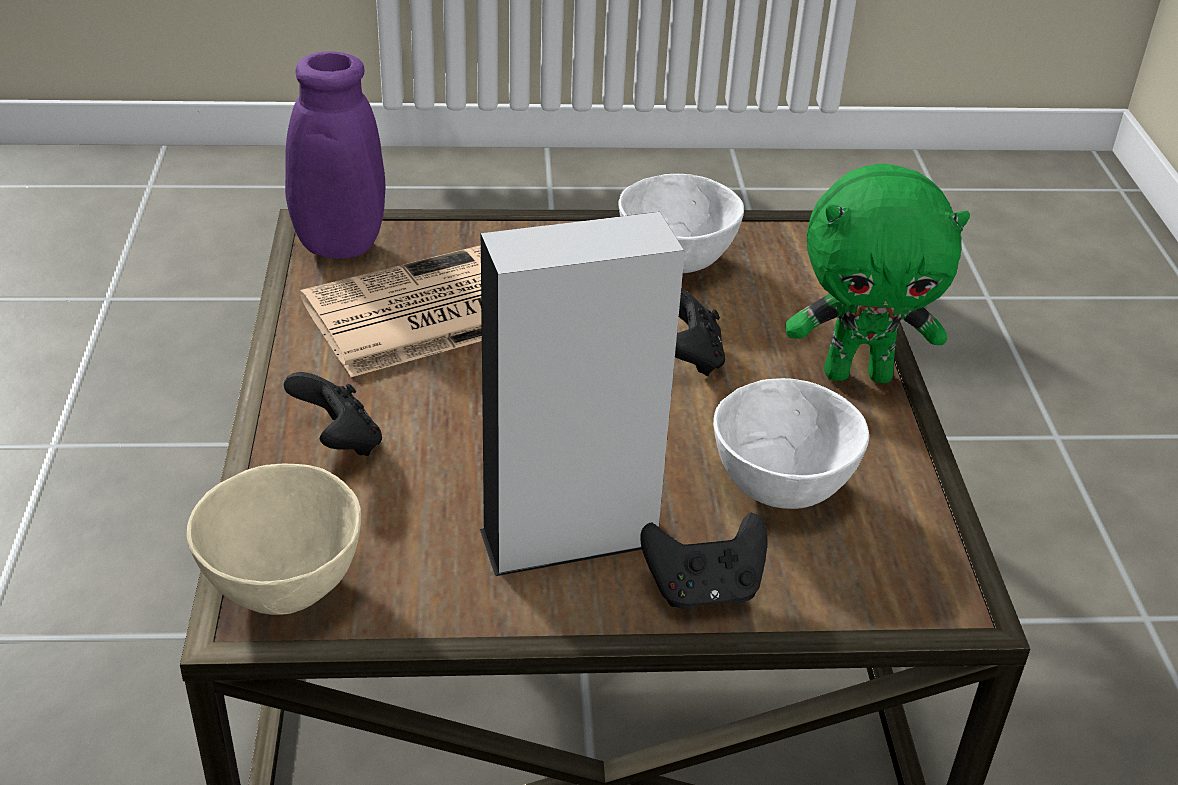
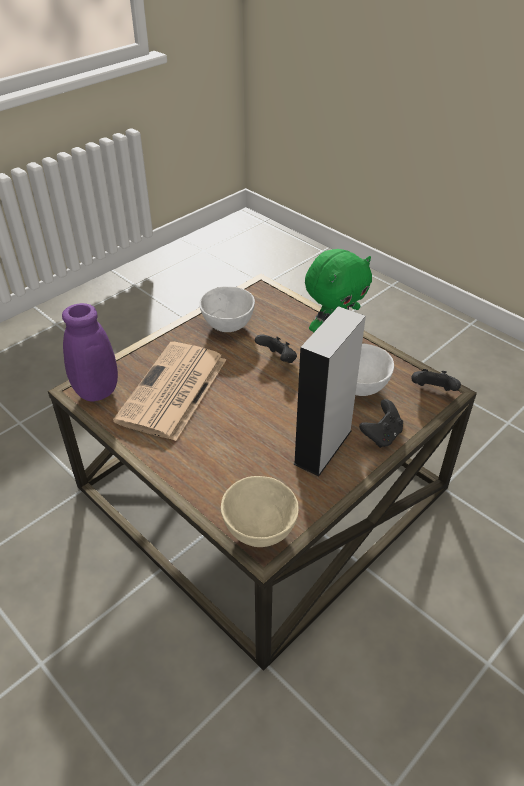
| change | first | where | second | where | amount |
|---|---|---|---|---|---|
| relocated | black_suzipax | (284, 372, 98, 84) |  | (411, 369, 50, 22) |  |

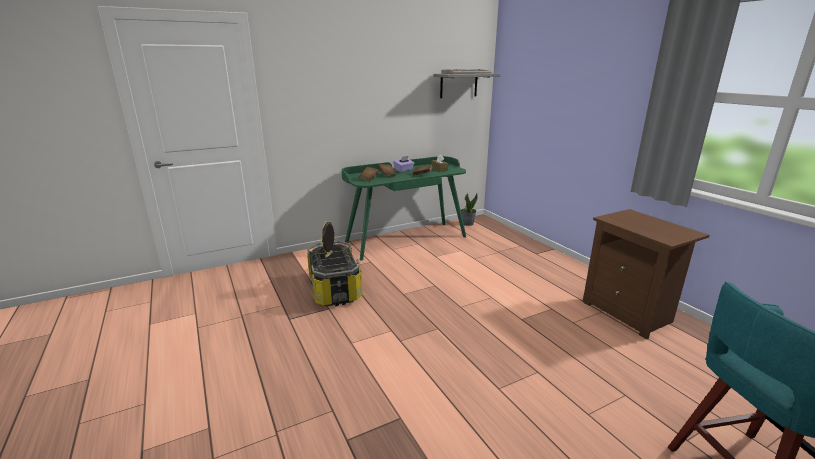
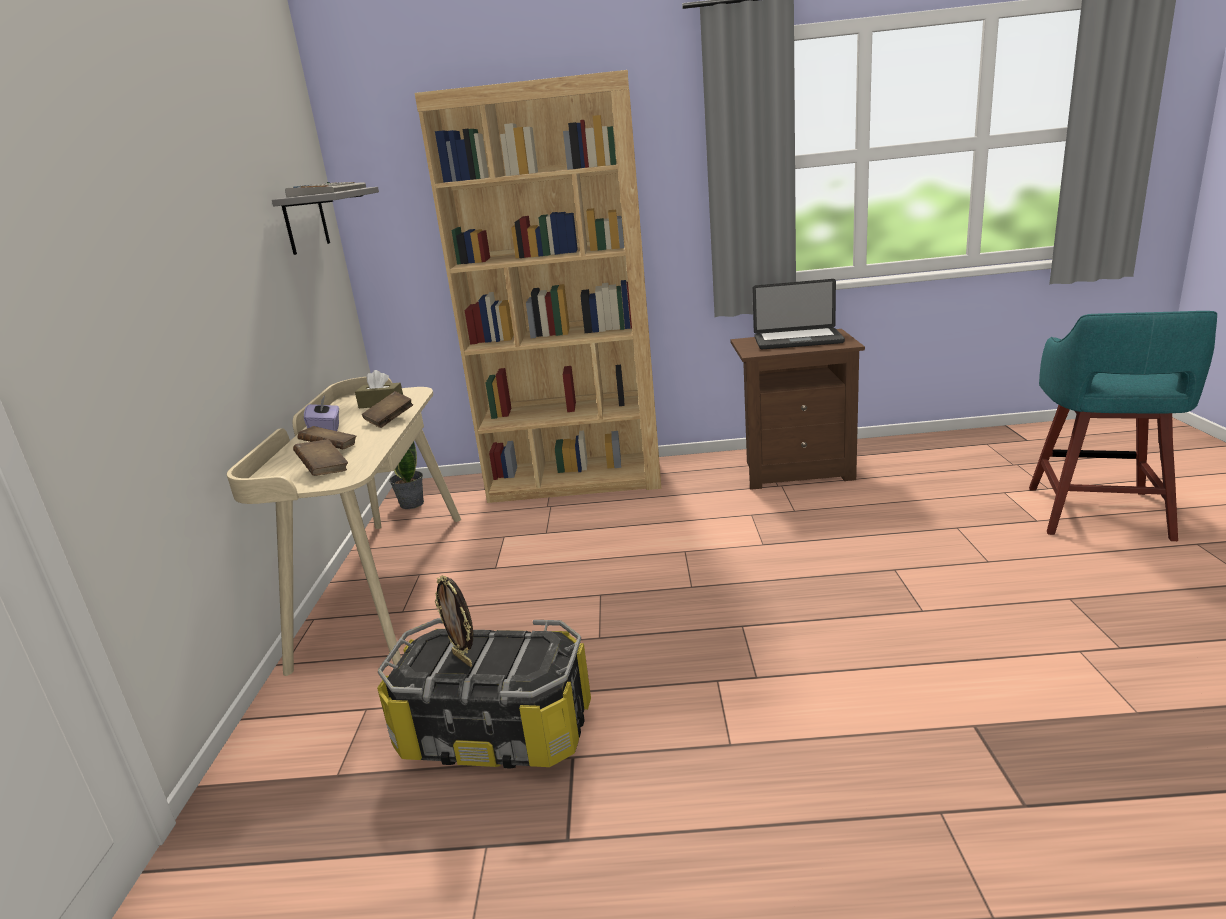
| change | first | where | second | where | amount |
|---|---|---|---|---|---|
| colour | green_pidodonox | (342, 156, 124, 105) | beige_pidodonox | (227, 377, 234, 299) |  |
| appeared |  |  | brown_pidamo | (415, 70, 247, 433) |  |
| appeared |  |  | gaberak | (752, 279, 93, 70) |  |

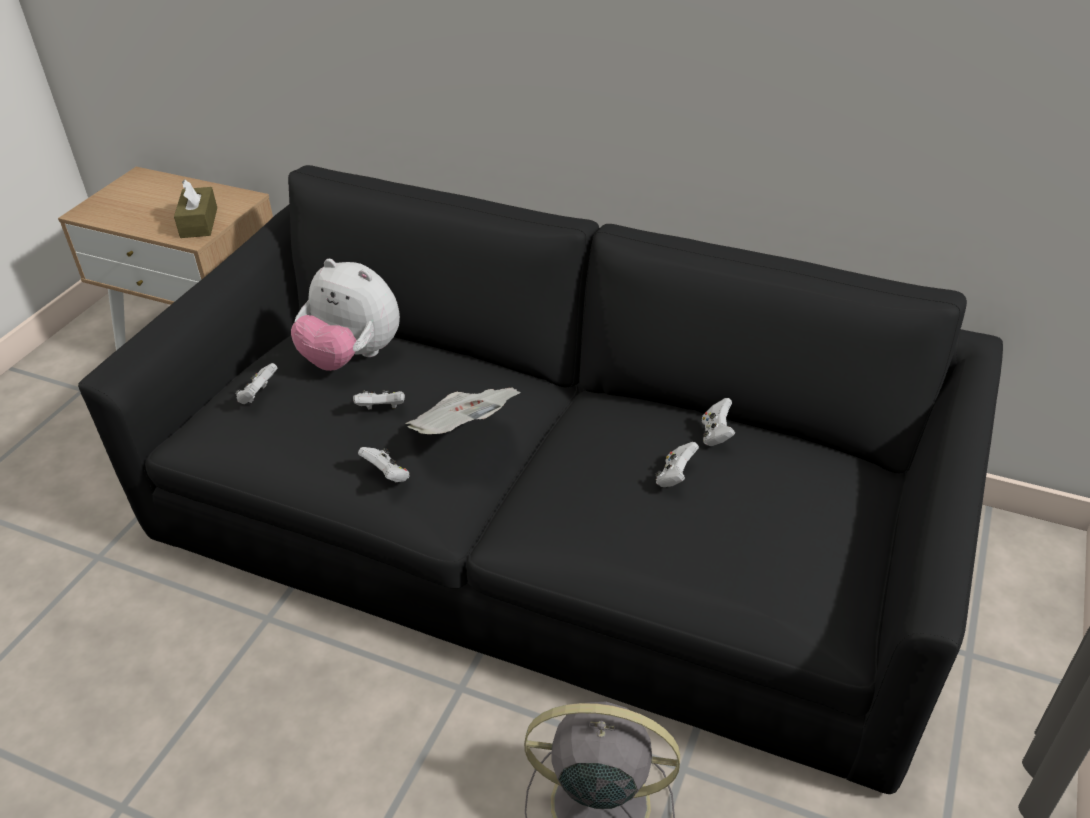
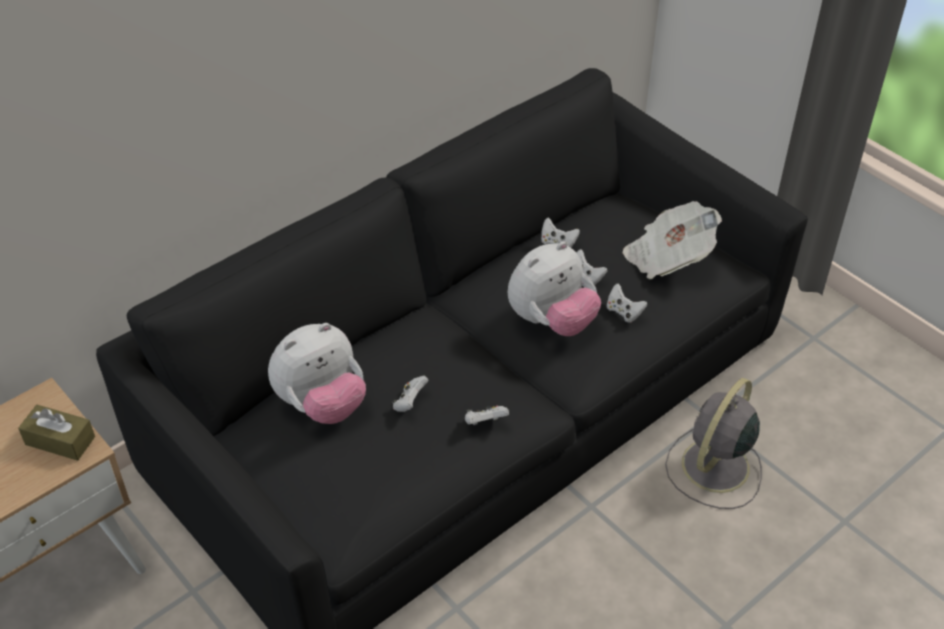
| change | first | where | second | where | amount |
|---|---|---|---|---|---|
| appeared |  |  | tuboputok | (508, 242, 93, 94) |  |
| relocated | white_suzipax | (235, 363, 43, 41) |  | (607, 284, 40, 39) |  |
| relocated | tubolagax | (405, 387, 115, 47) |  | (622, 201, 100, 78) |  |

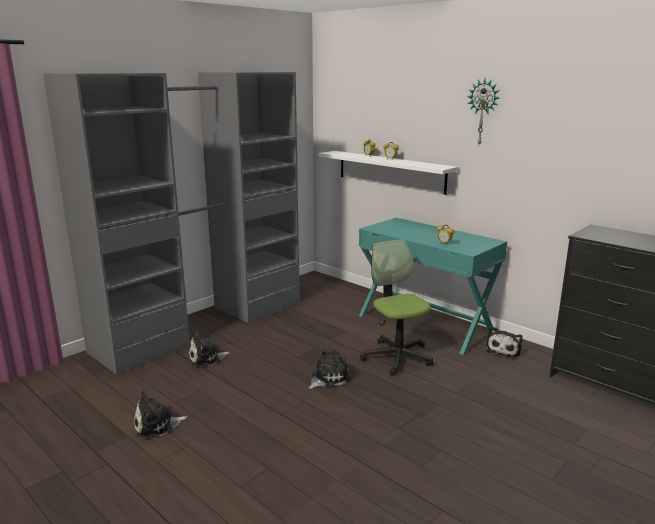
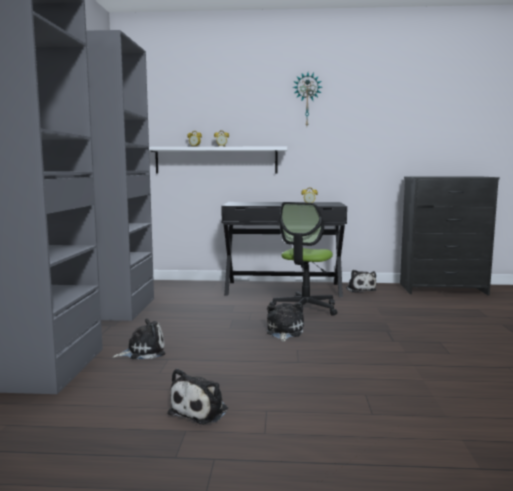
| change | first | where | second | where | amount |
|---|---|---|---|---|---|
| spun | tuboputok | (188, 330, 42, 37) |  | (112, 319, 53, 40) | 135 degrees counterclockwise |
| colour | turquoise_pidodonox | (359, 218, 148, 137) | black_pidodonox | (221, 202, 126, 95) |  |
| spun | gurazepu | (360, 239, 73, 137) |  | (269, 202, 68, 114) | 90 degrees counterclockwise |

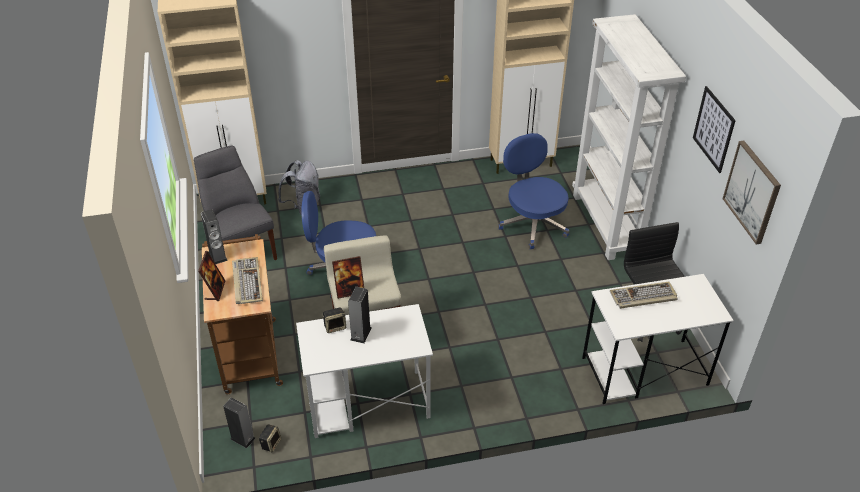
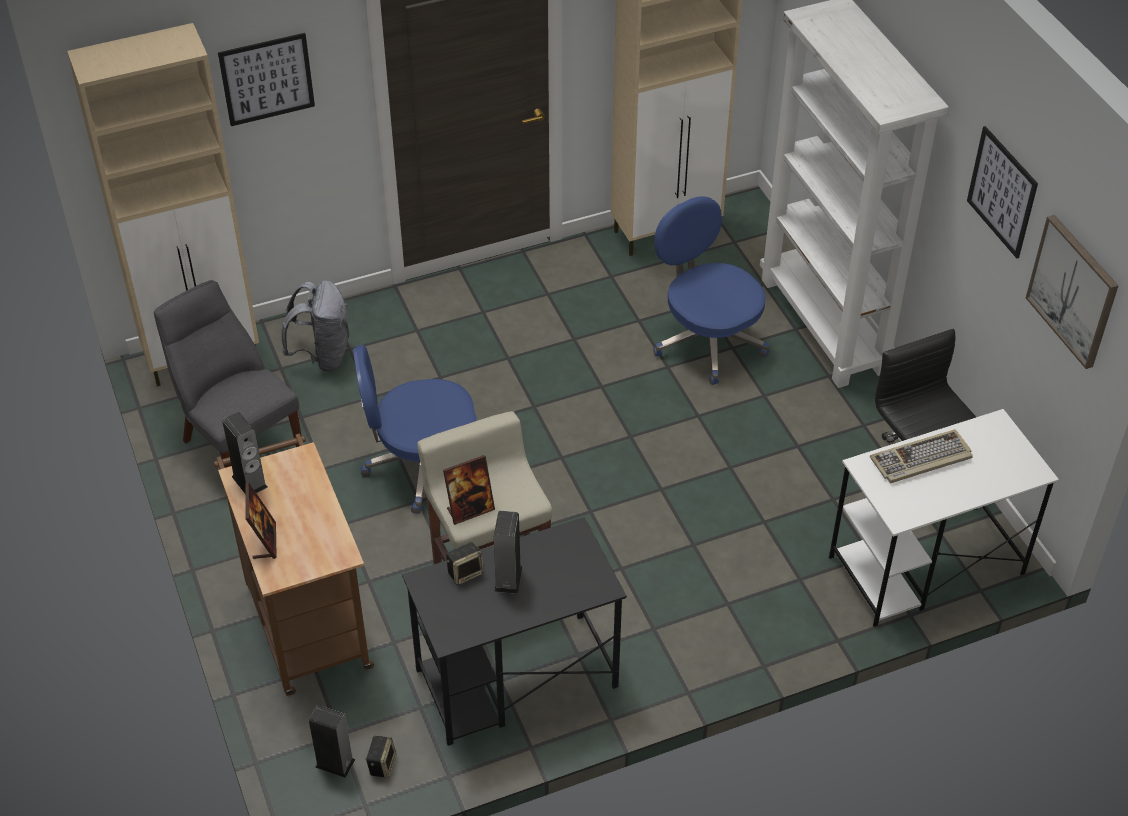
| change | first | where | second | where | amount |
|---|---|---|---|---|---|
| appeared |  |  | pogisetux | (218, 33, 97, 93) |  |
| colour | white_pidodonox | (296, 304, 137, 134) | black_pidodonox | (402, 517, 225, 229) |  |
| missing | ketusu | (232, 257, 31, 47) |  |  |  |

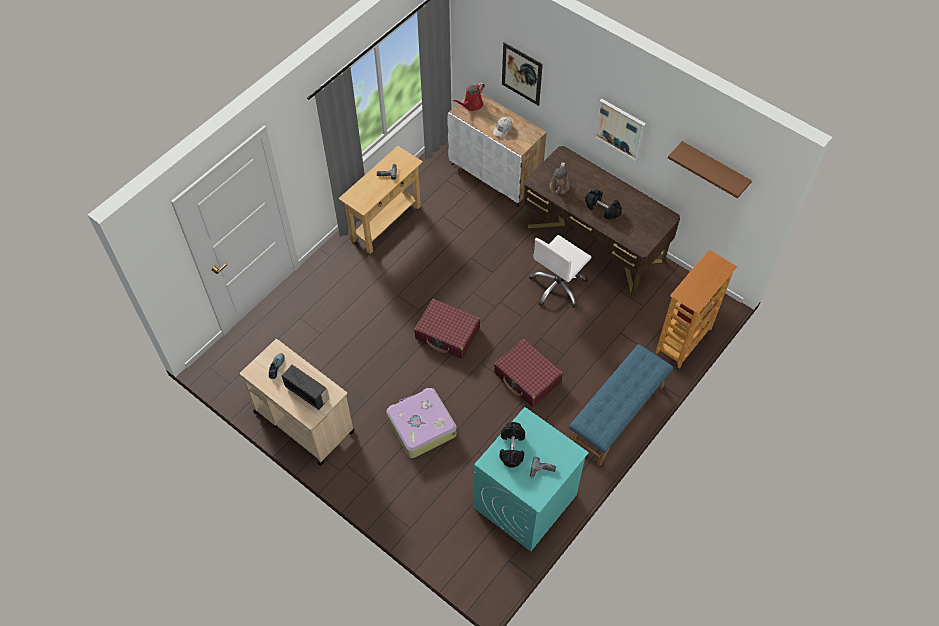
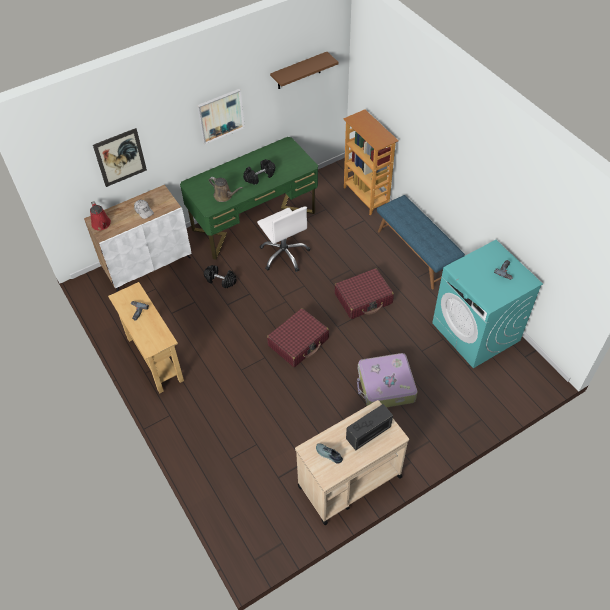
| change | first | where | second | where | amount |
|---|---|---|---|---|---|
| colour | brown_pidodonox | (523, 146, 157, 151) | green_pidodonox | (180, 137, 138, 123) |  |
| relocated | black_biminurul | (500, 422, 25, 46) |  | (204, 265, 33, 23) |  |

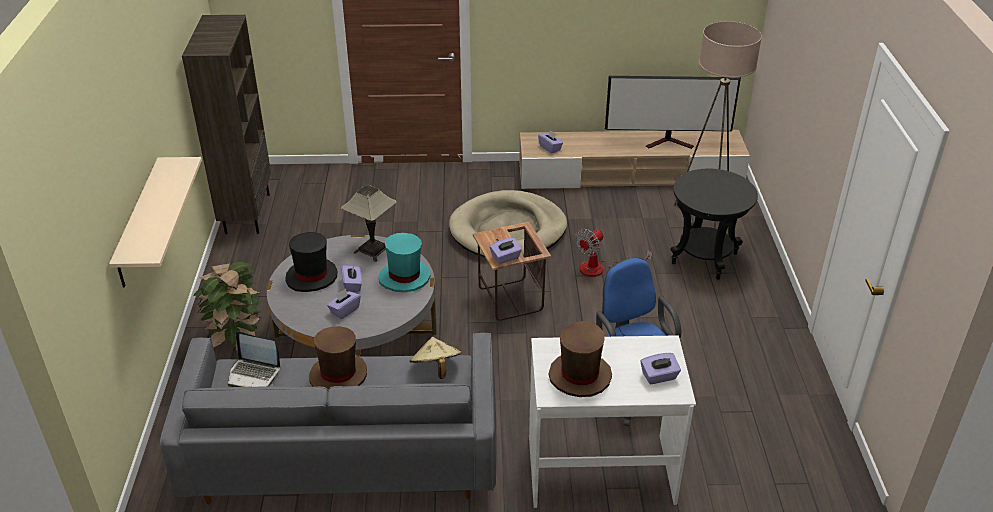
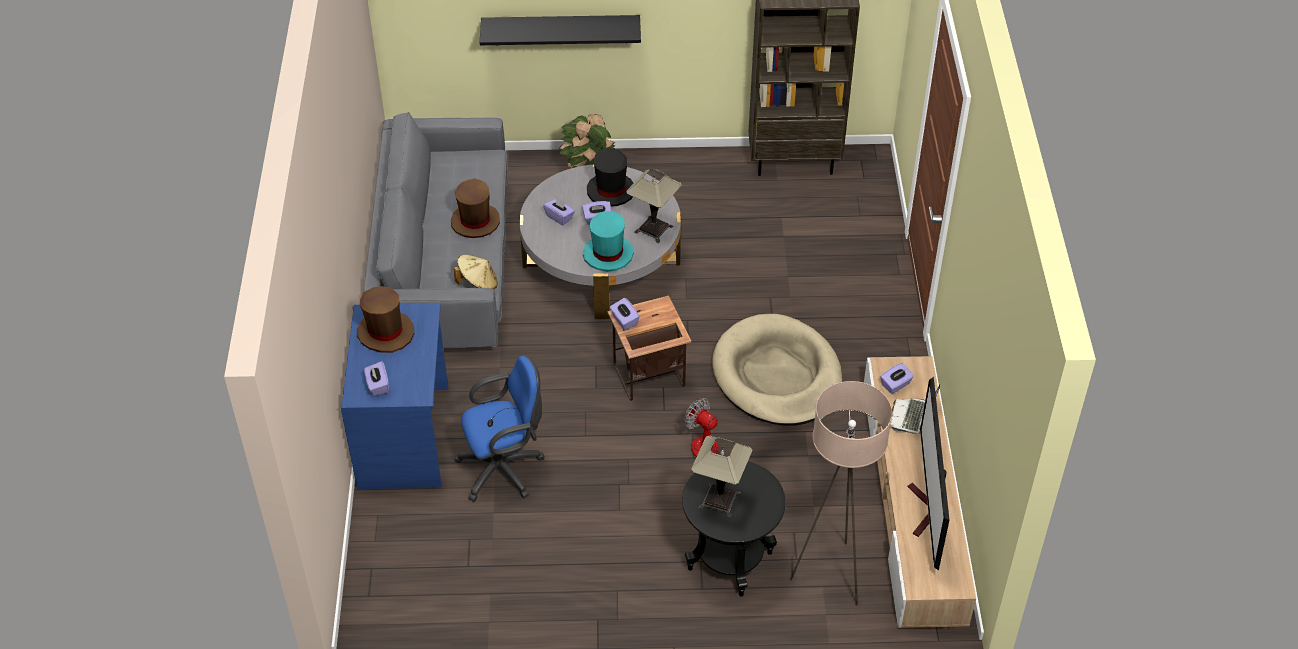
| change | first | where | second | where | amount |
|---|---|---|---|---|---|
| colour | white_pidodonox | (529, 335, 167, 173) | blue_pidodonox | (341, 303, 107, 186) |  |
| colour | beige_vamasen | (109, 157, 93, 130) | black_vamasen | (480, 15, 161, 30) |  |
| appeared |  |  | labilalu | (691, 435, 62, 83) |  |
| relocated | gaberak | (228, 332, 52, 55) |  | (891, 385, 49, 49) |  |

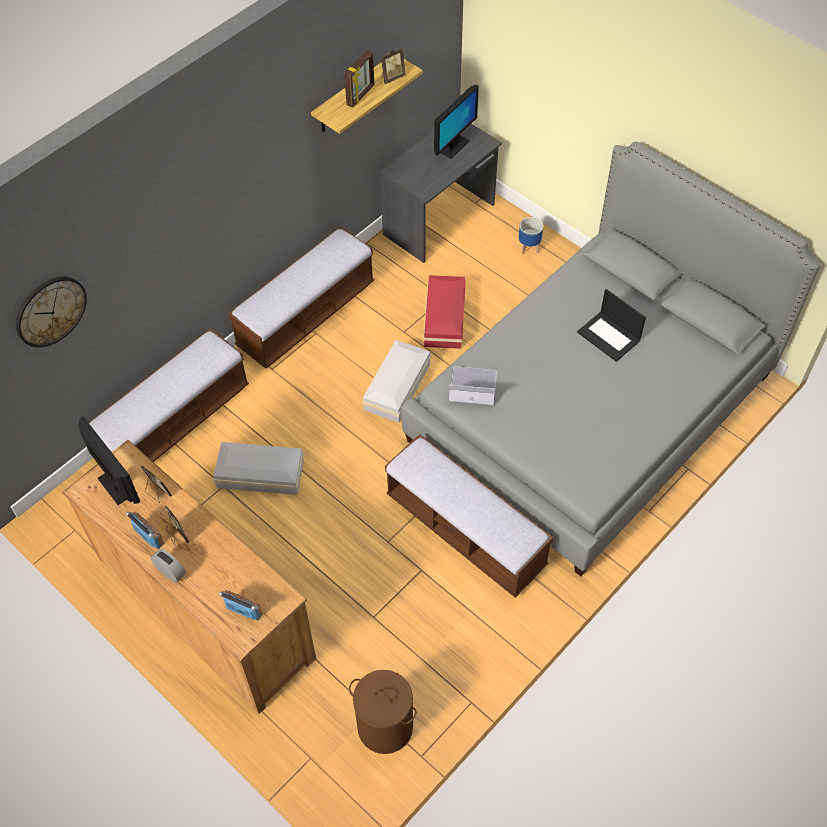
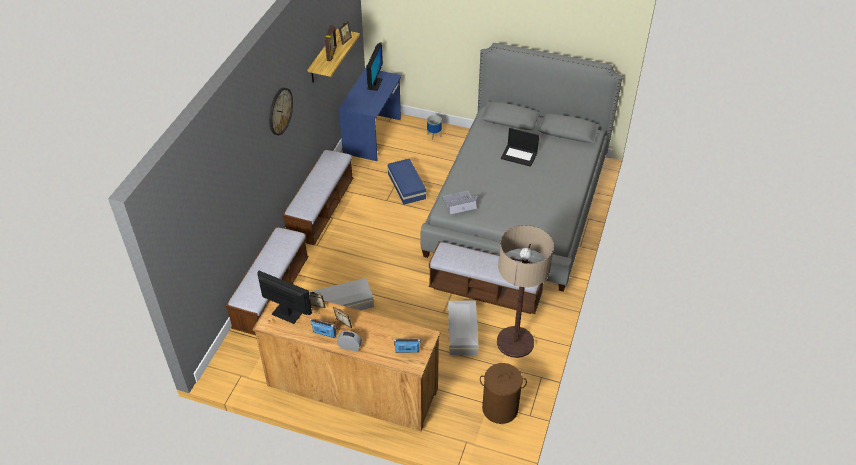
| change | first | where | second | where | amount |
|---|---|---|---|---|---|
| relocated | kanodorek | (16, 277, 71, 70) |  | (269, 88, 24, 47) |  |
| colour | grey_pidodonox | (380, 124, 122, 139) | blue_pidodonox | (339, 68, 63, 93) |  |
| colour | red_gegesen | (423, 275, 43, 74) | blue_gegesen | (387, 158, 40, 47) |  |
| relocated | white_gegesen | (362, 340, 69, 83) |  | (448, 301, 31, 54) |  |
| appeared |  |  | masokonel | (497, 225, 57, 133) |  |

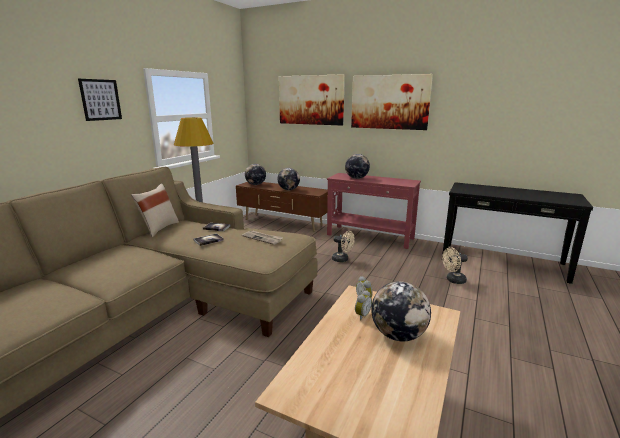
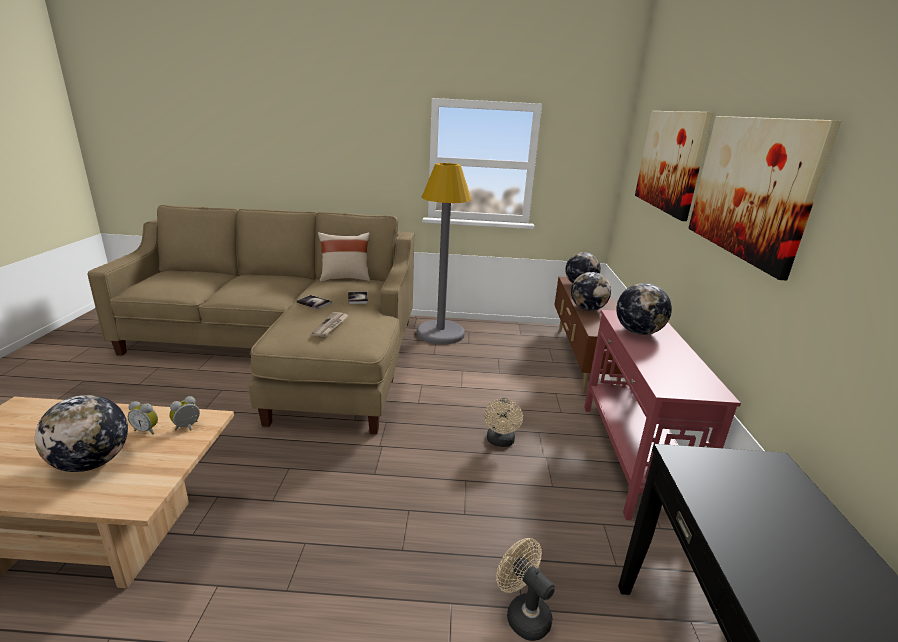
| change | first | where | second | where | amount |
|---|---|---|---|---|---|
| missing | pogisetux | (78, 79, 44, 42) |  |  |  |

